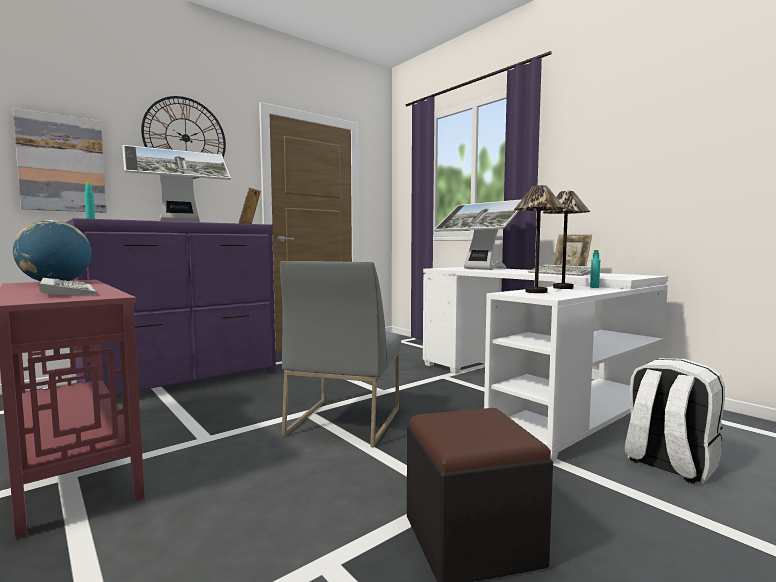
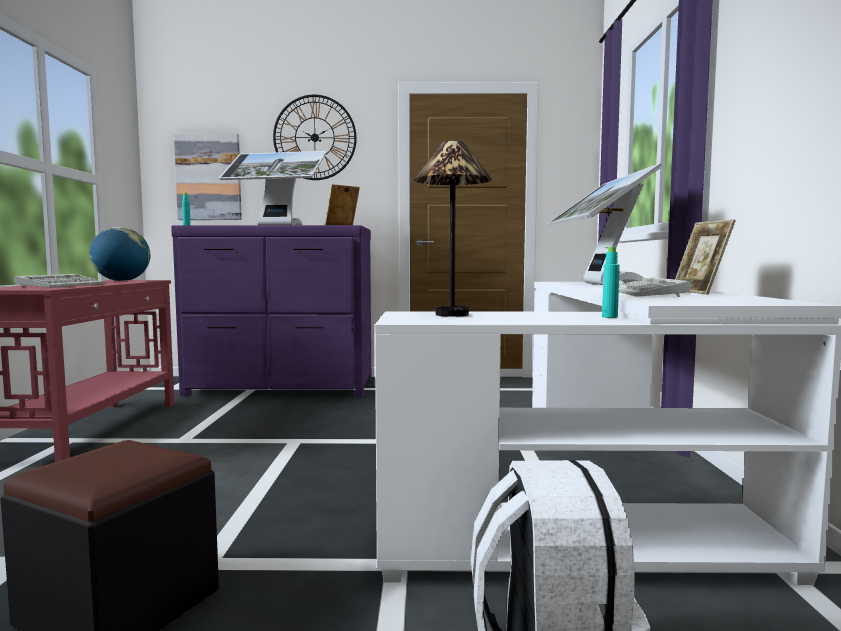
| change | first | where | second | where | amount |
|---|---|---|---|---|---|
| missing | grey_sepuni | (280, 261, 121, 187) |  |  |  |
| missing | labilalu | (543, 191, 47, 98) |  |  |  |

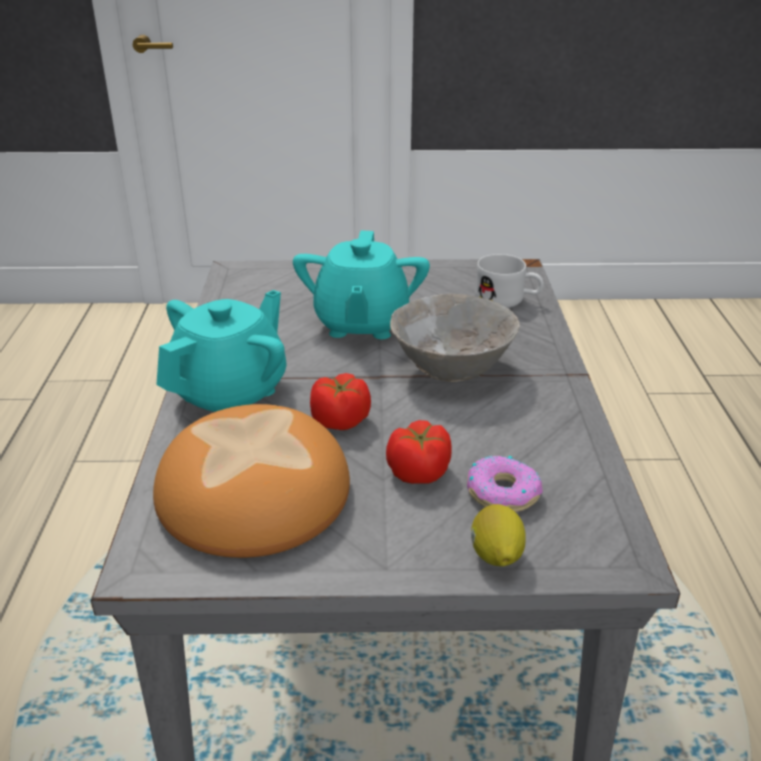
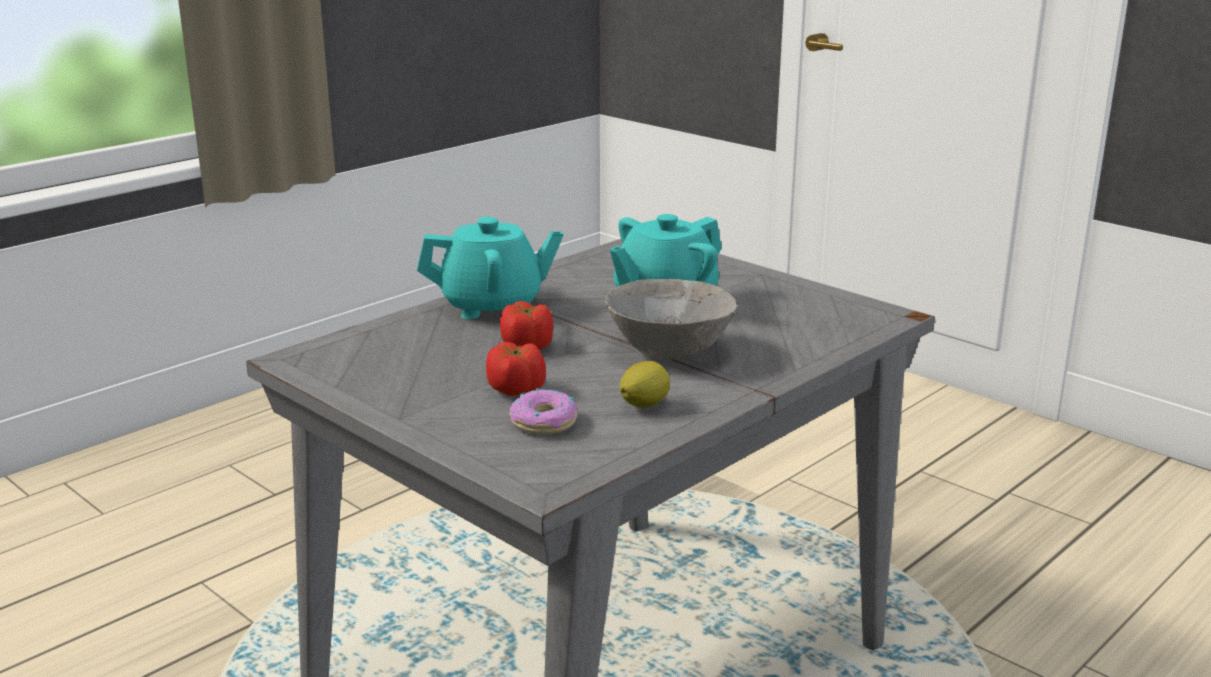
| change | first | where | second | where | amount |
|---|---|---|---|---|---|
| relocated | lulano | (471, 504, 55, 62) |  | (620, 361, 50, 46) |  |
| missing | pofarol | (153, 404, 197, 154) |  |  |  |
| missing | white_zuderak | (475, 254, 69, 54) |  |  |  |

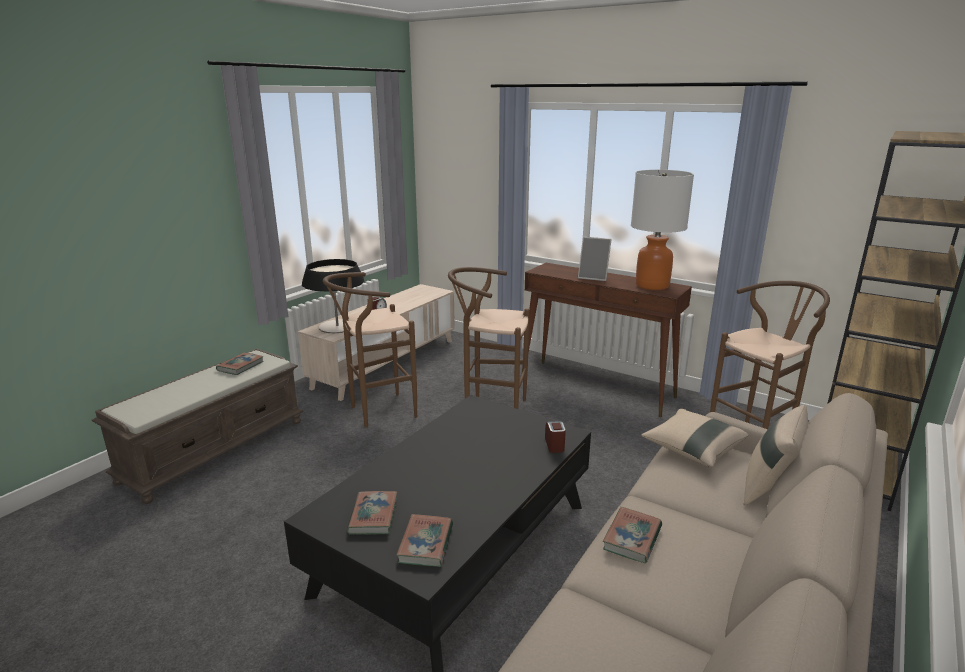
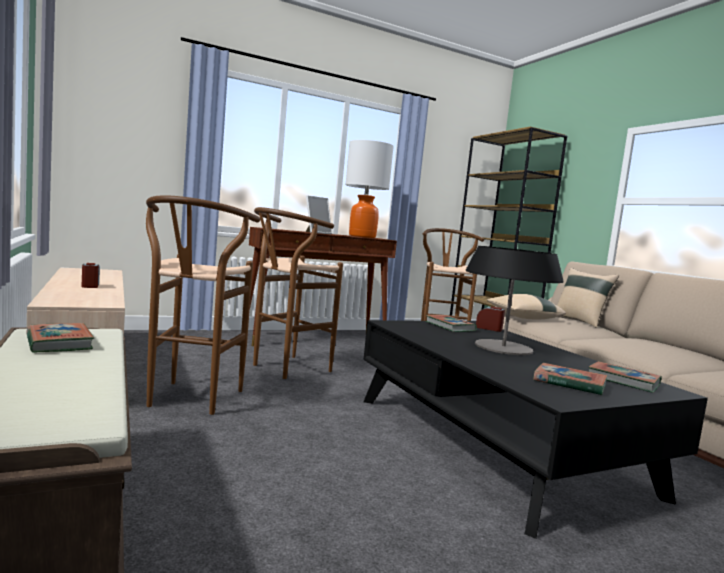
| change | first | where | second | where | amount |
|---|---|---|---|---|---|
| relocated | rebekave | (603, 507, 59, 56) |  | (426, 315, 51, 17) |  |
| relocated | labilalu | (302, 259, 62, 74) |  | (466, 246, 97, 109) |  |

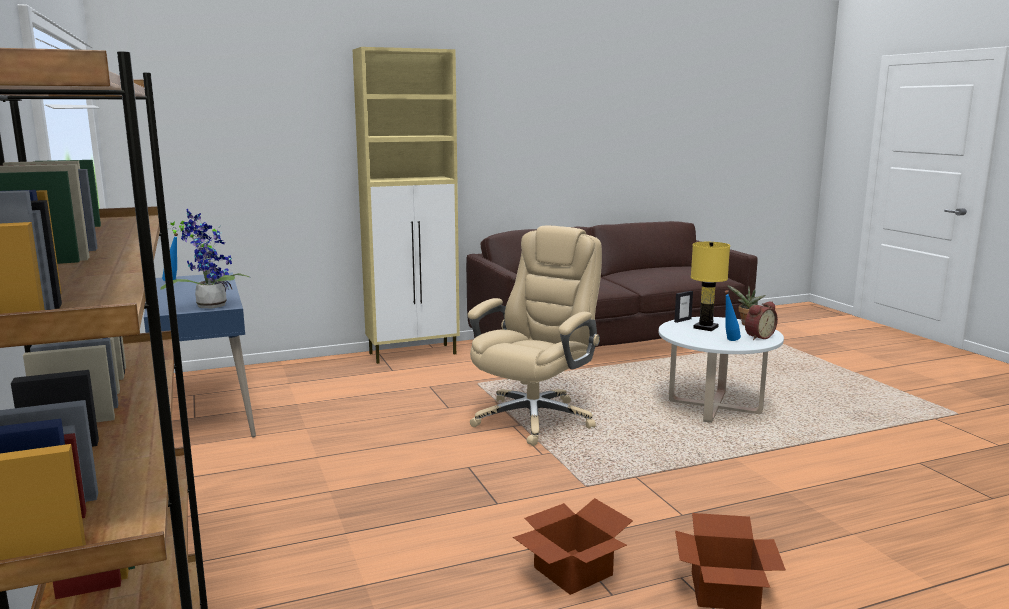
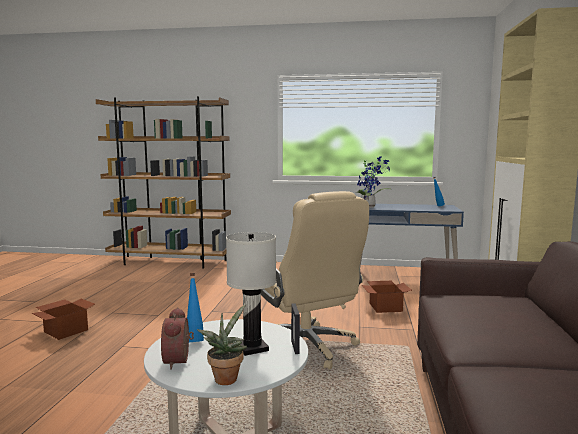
| change | first | where | second | where | amount |
|---|---|---|---|---|---|
| colour | yellow_labilalu | (691, 242, 39, 89) | white_labilalu | (226, 232, 50, 124) |  |
| relocated | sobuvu | (513, 498, 120, 97) |  | (362, 281, 50, 32) |  |

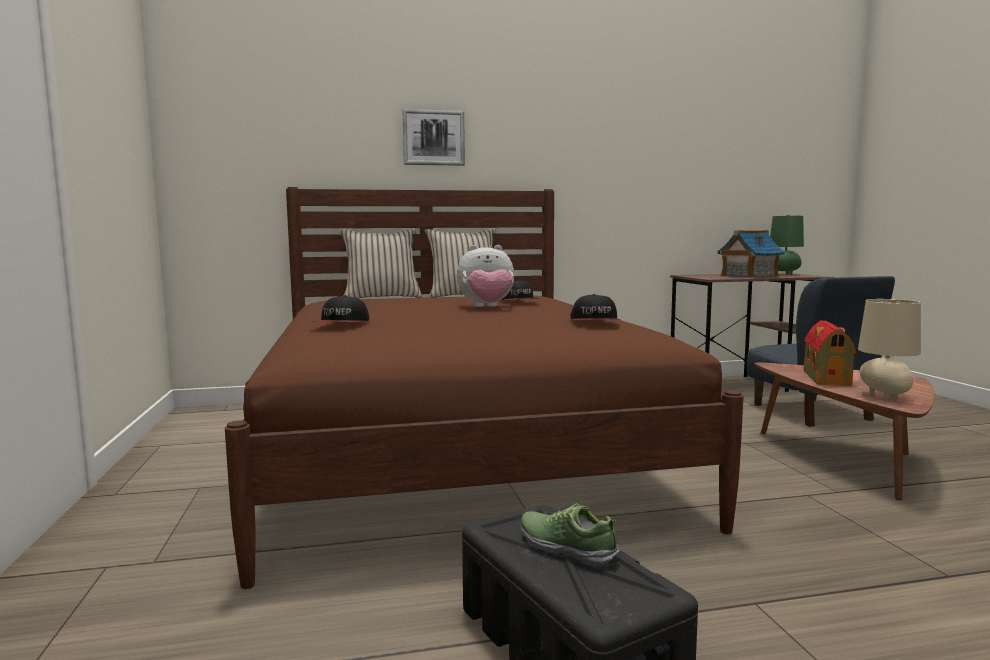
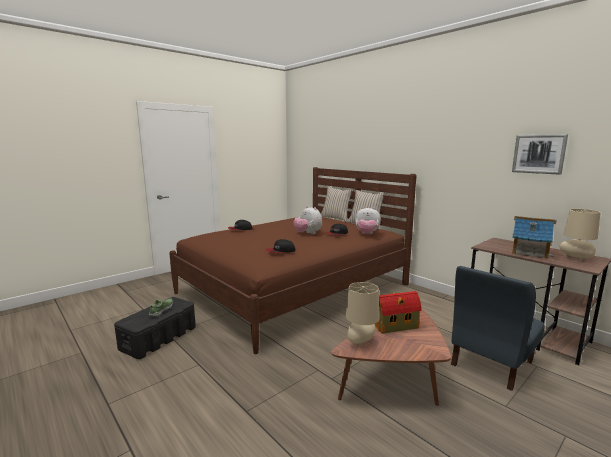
| change | first | where | second | where | amount |
|---|---|---|---|---|---|
| appeared |  |  | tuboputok | (355, 207, 26, 27) |  |
| relocated | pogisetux | (402, 109, 63, 57) |  | (512, 134, 56, 41) |  |
| colour | green_labilalu | (770, 215, 34, 60) | beige_labilalu | (560, 209, 41, 53) |  |

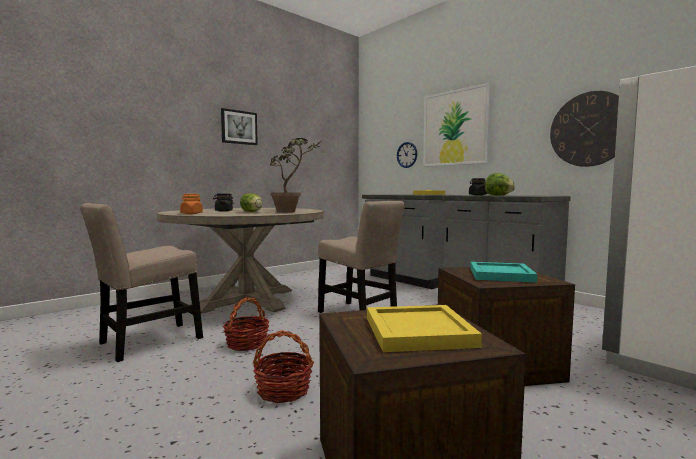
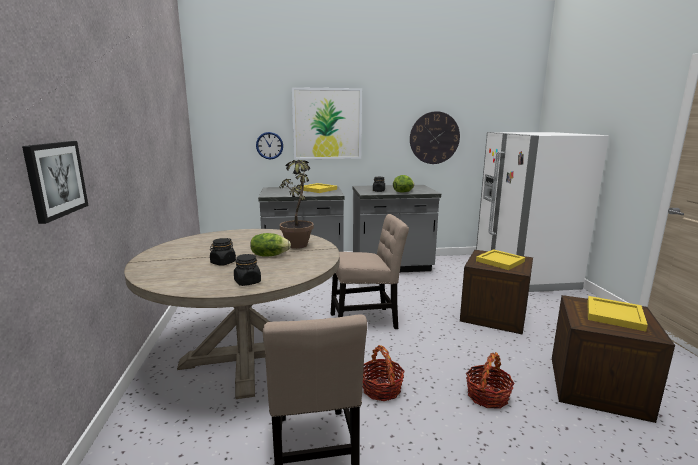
| change | first | where | second | where | amount |
|---|---|---|---|---|---|
| relocated | pogisetux | (221, 108, 37, 37) |  | (22, 141, 66, 83) |  |
| colour | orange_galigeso | (180, 194, 23, 20) | black_galigeso | (234, 254, 27, 32) |  |
| colour | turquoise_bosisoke | (470, 262, 67, 21) | yellow_bosisoke | (476, 249, 49, 21) |  |

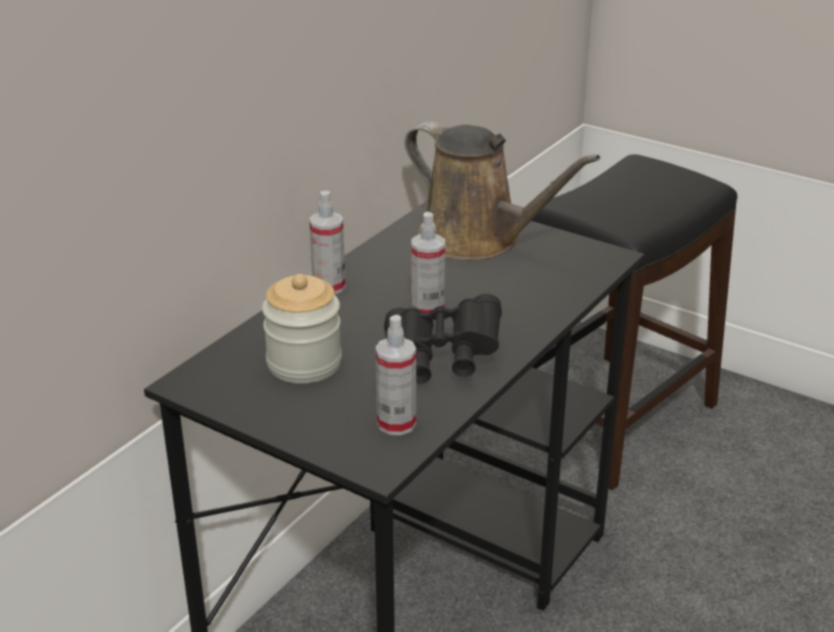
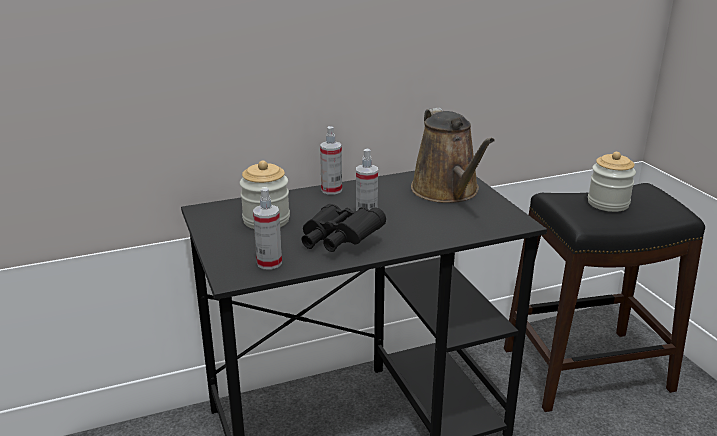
| change | first | where | second | where | amount |
|---|---|---|---|---|---|
| appeared |  |  | galigeso | (588, 152, 48, 60) |  |

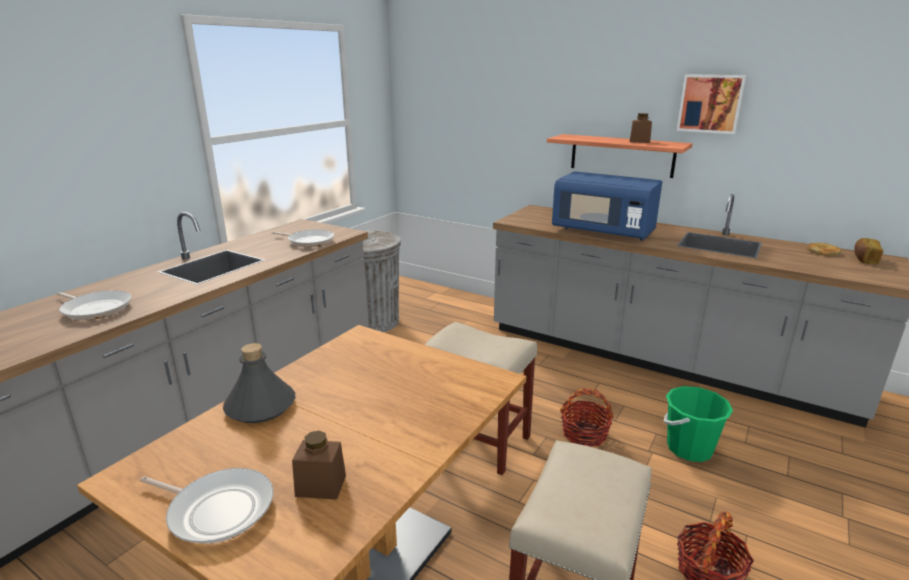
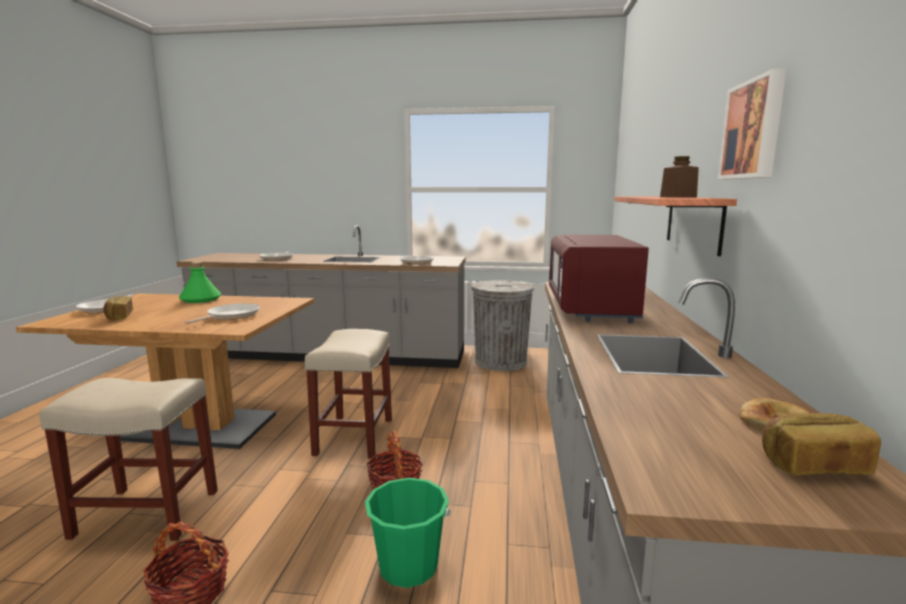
| change | first | where | second | where | amount |
|---|---|---|---|---|---|
| exchanged | brown_galigeso | (292, 431, 54, 69) | pofarol | (103, 296, 30, 24) |  |
| colour | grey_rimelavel | (223, 343, 72, 80) | green_rimelavel | (179, 262, 42, 41) |  |
| appeared |  |  | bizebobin | (185, 303, 75, 21) |  |
| colour | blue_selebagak | (552, 171, 110, 70) | red_selebagak | (549, 235, 100, 88) |  |

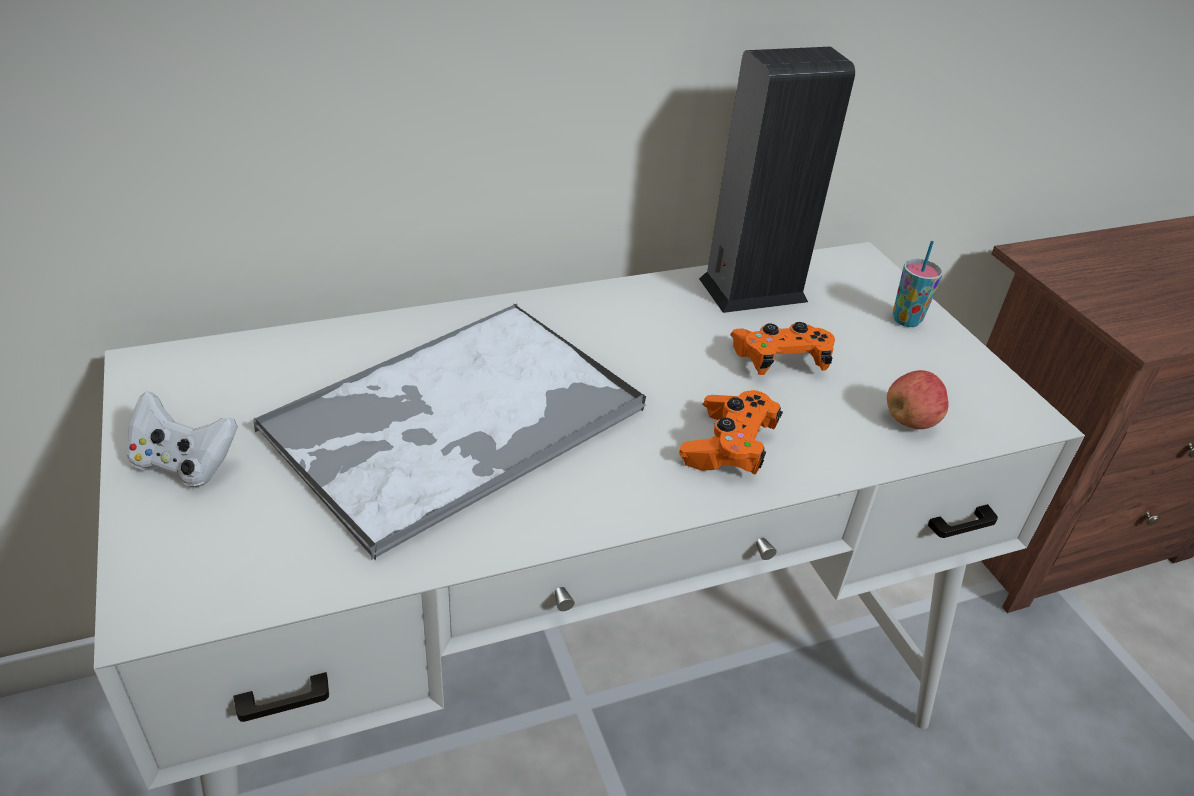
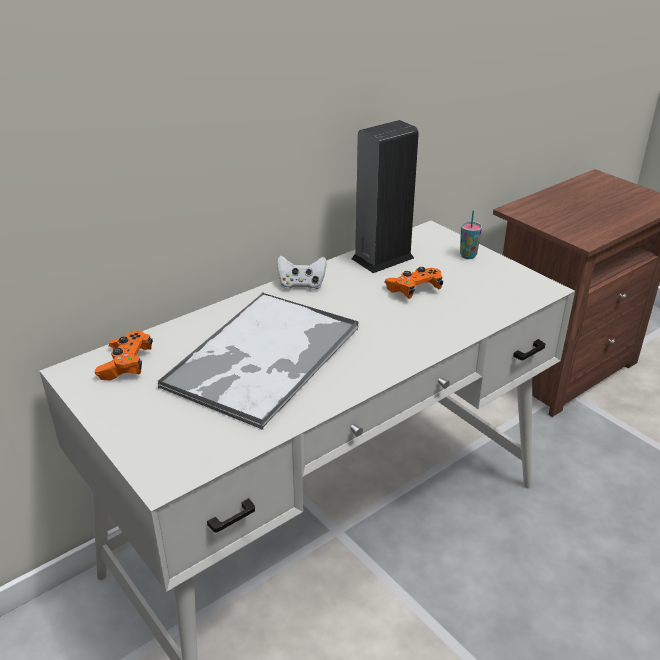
| change | first | where | second | where | amount |
|---|---|---|---|---|---|
| relocated | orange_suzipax | (679, 390, 104, 84) |  | (95, 331, 58, 50) |  |
| relocated | white_suzipax | (127, 391, 111, 96) |  | (277, 256, 50, 34) |  |
| missing | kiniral | (887, 370, 62, 59) |  |  |  |

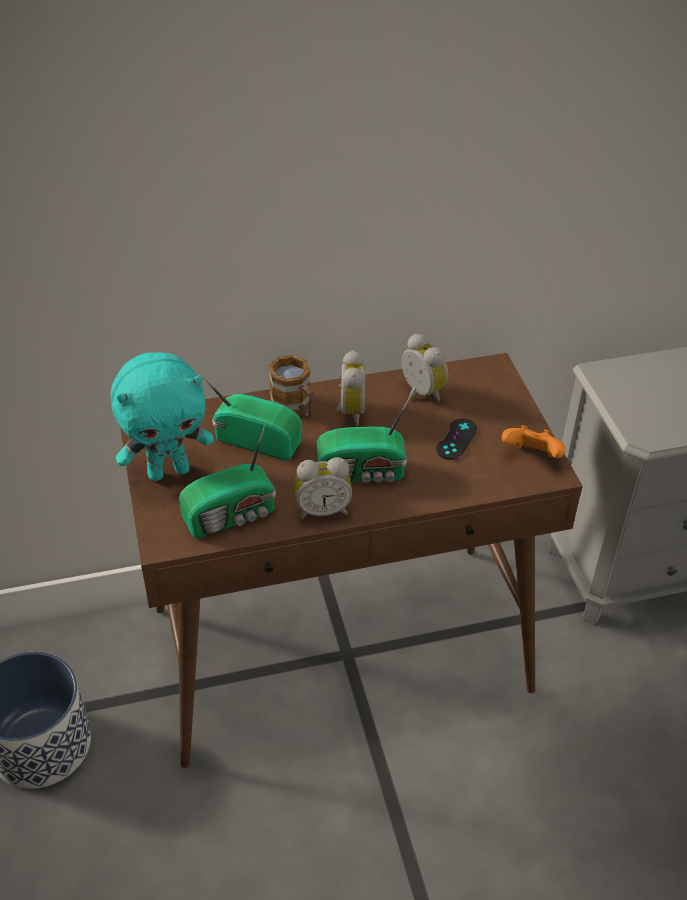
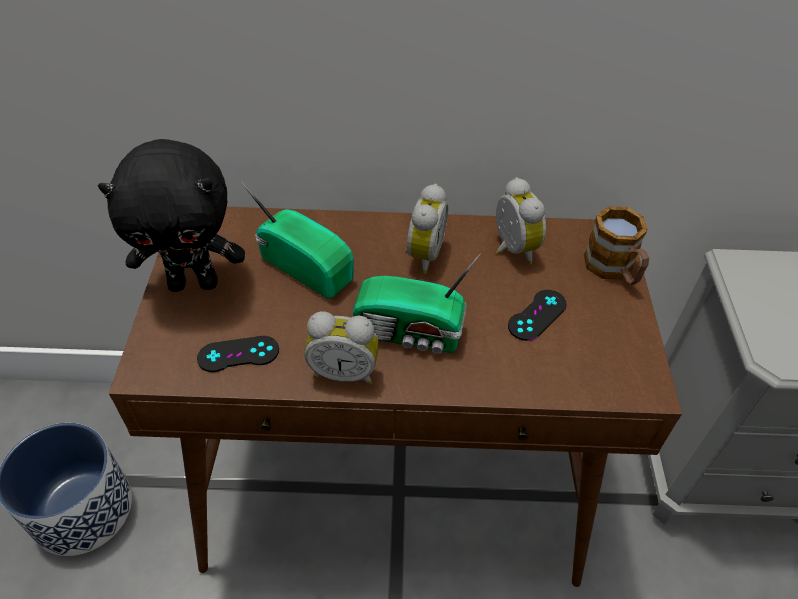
| change | first | where | second | where | amount |
|---|---|---|---|---|---|
| colour | turquoise_tuboputok | (111, 352, 103, 129) | black_tuboputok | (98, 139, 147, 153) |  |
| exchanged | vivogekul | (179, 424, 97, 115) | black_suzipax | (197, 336, 82, 36) |  |
| relocated | zuderak | (268, 355, 47, 62) |  | (584, 206, 65, 79) |  |
| missing | orange_suzipax | (502, 425, 64, 33) |  |  |  |

